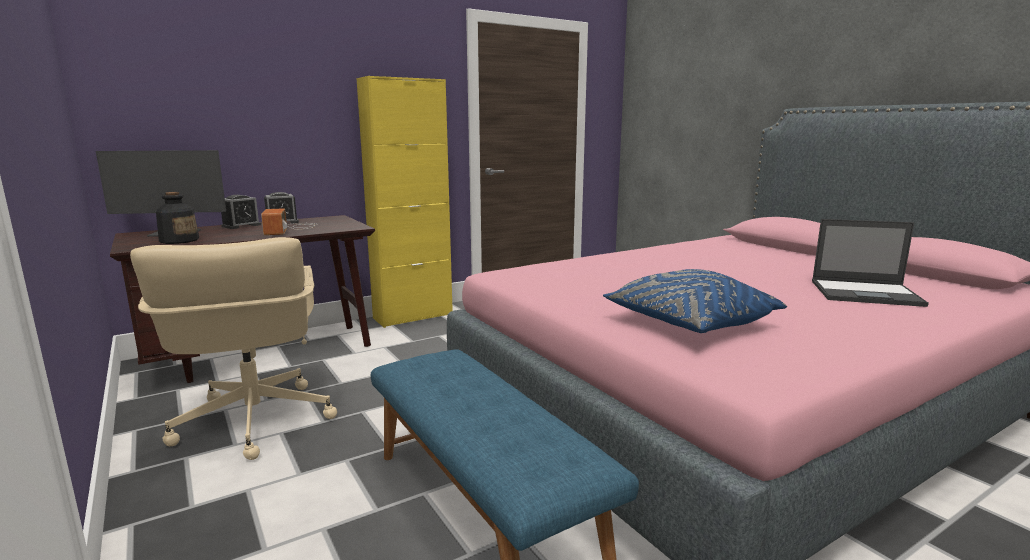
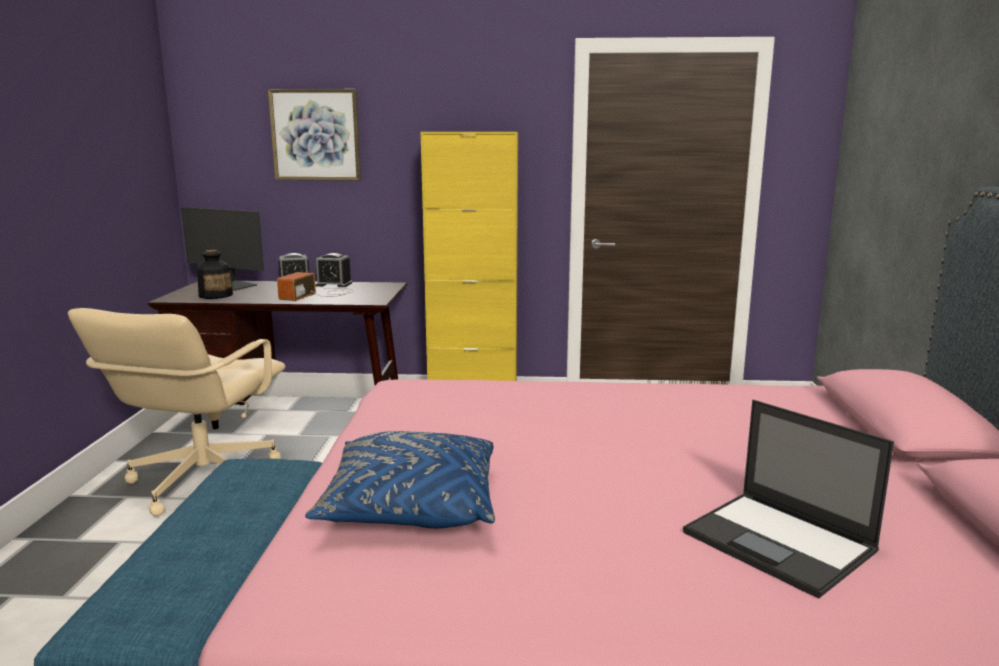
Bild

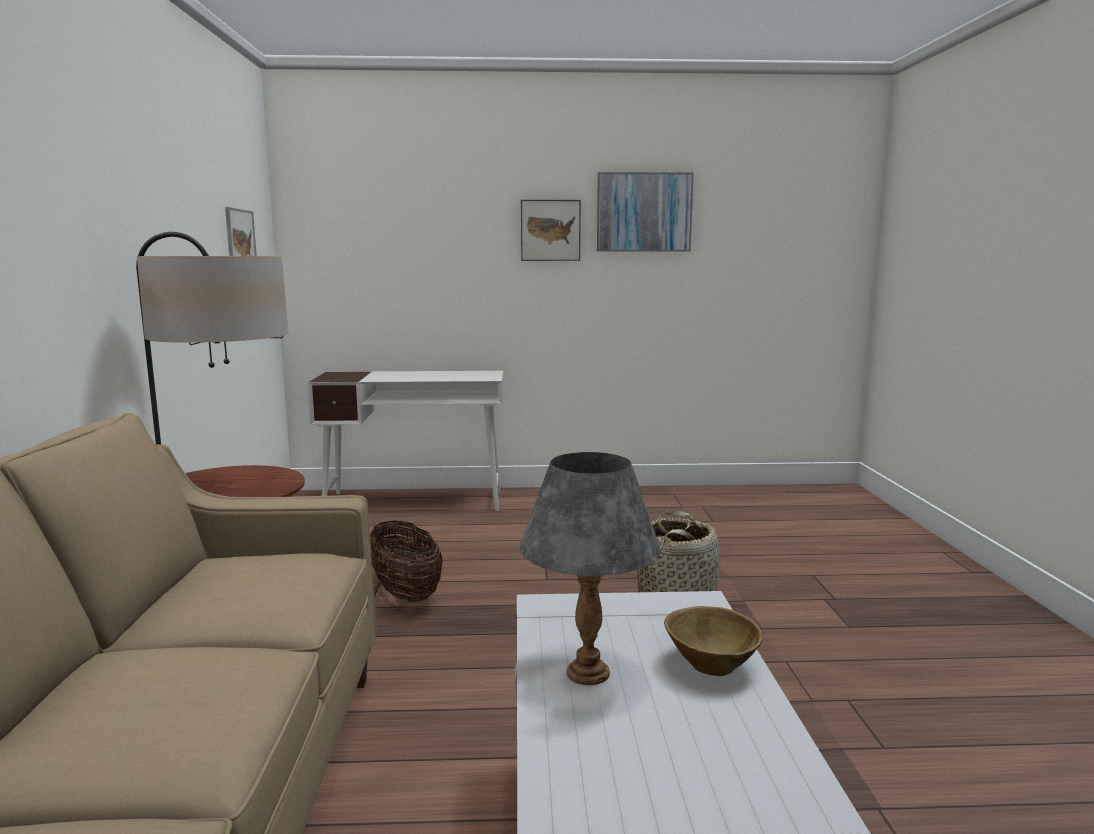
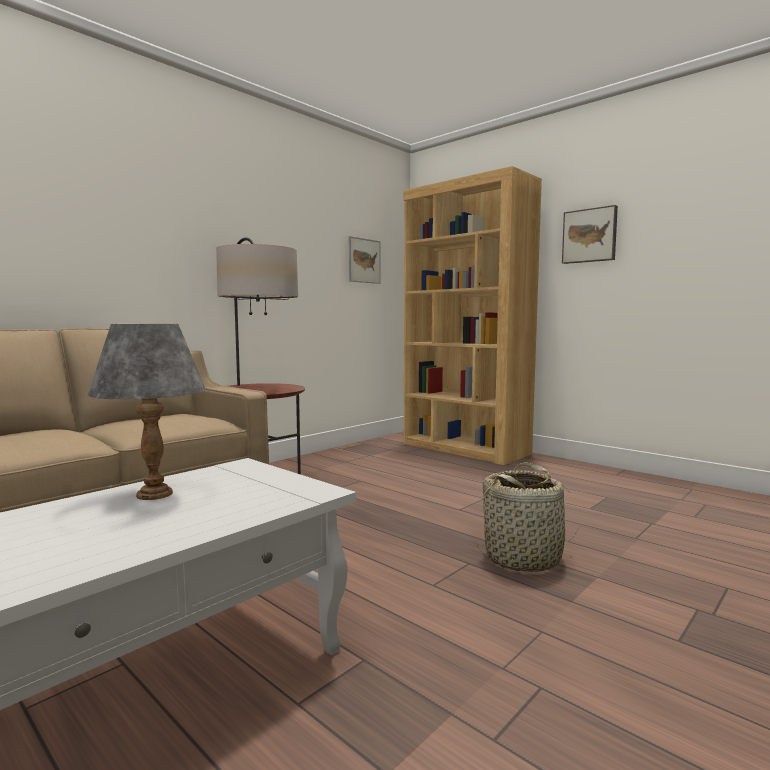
Korb (no. 1 from left in the first image); Bild (no. 3 from left in the first image); Schüssel/braun; Bücherregal/braun

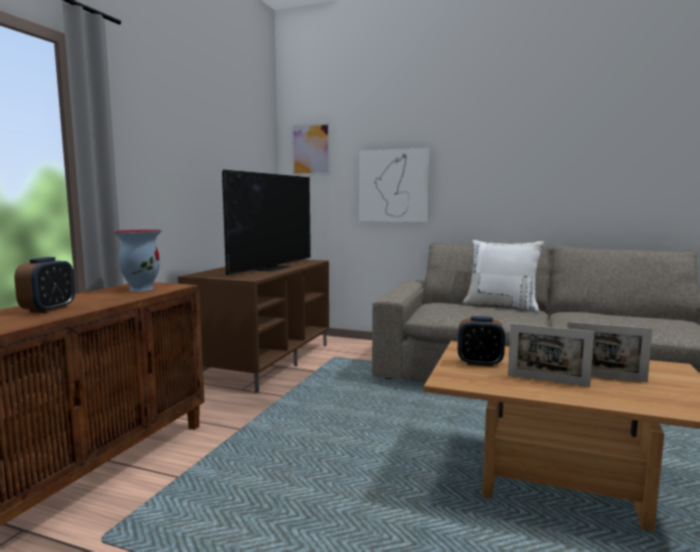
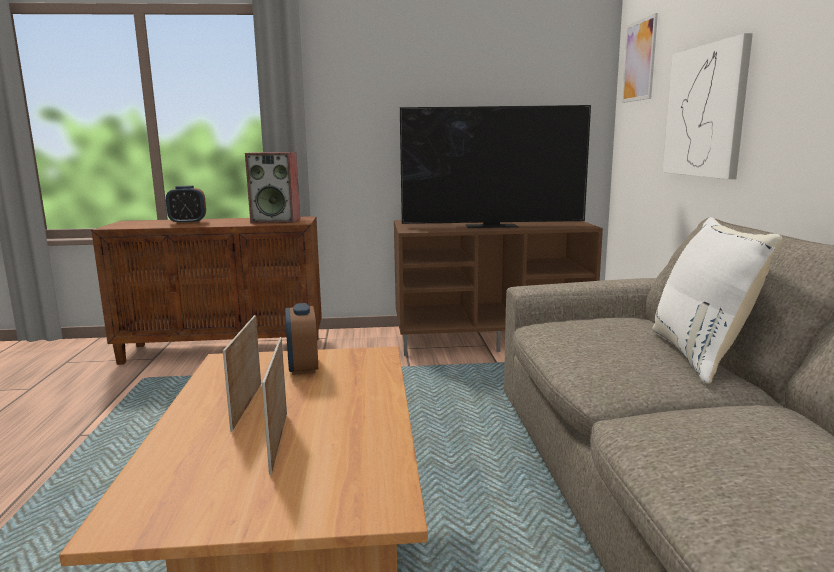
Lautsprecher

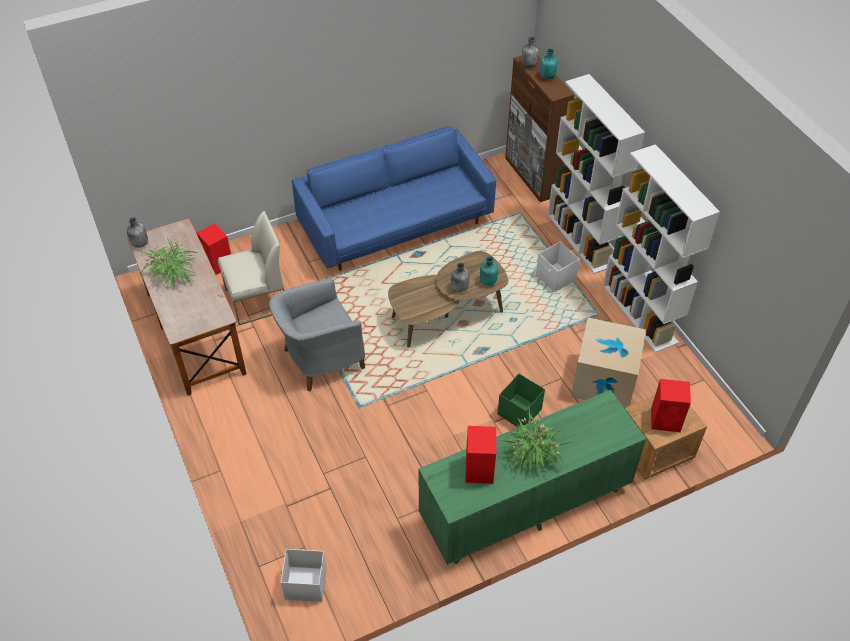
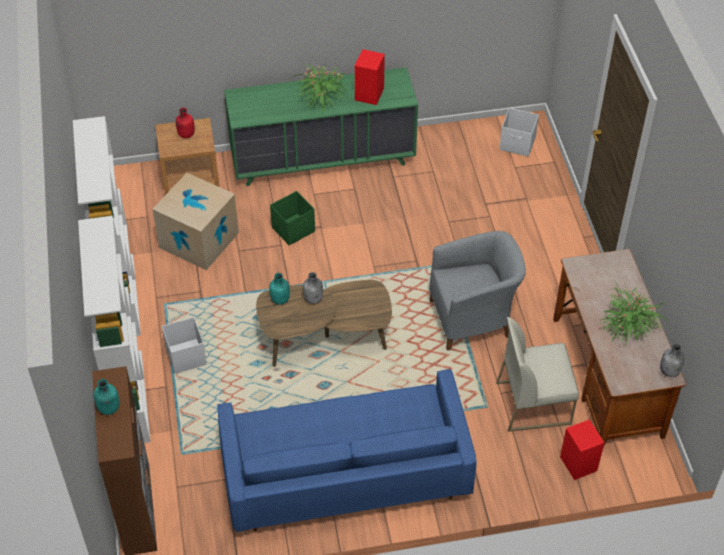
Flasche/grau (no. 3 from left in the first image); Flasche/rot

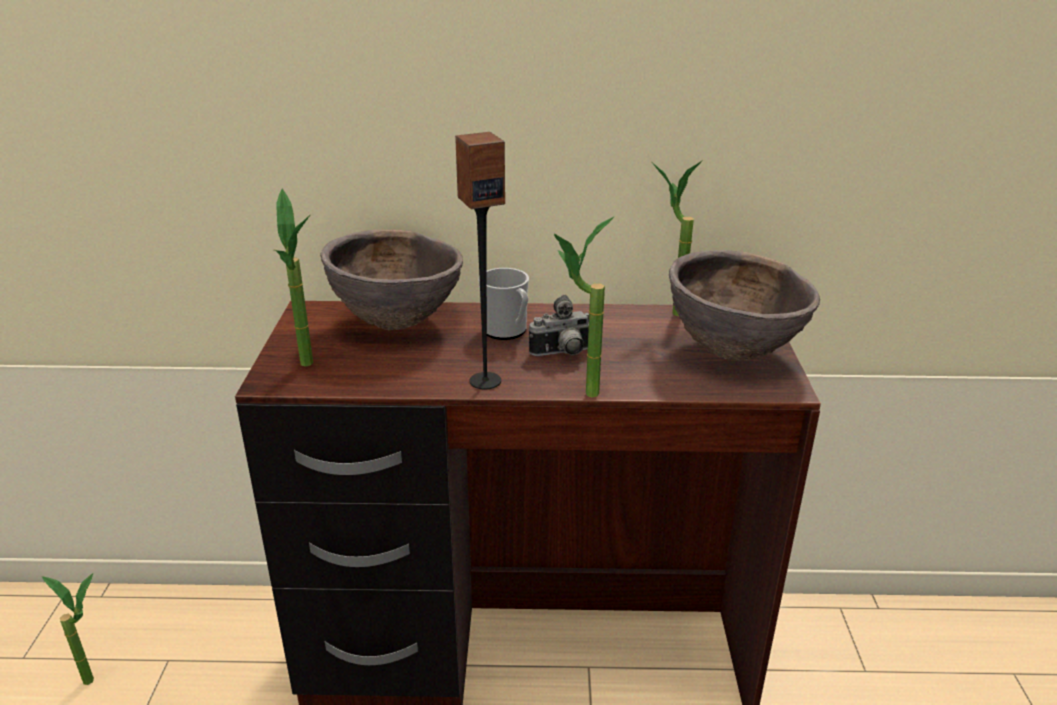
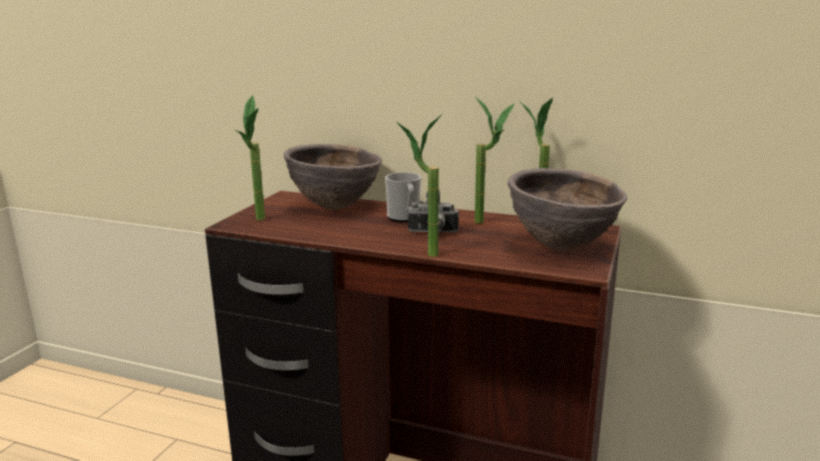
Lautsprecher; Topfpflanze (no. 3 from left)

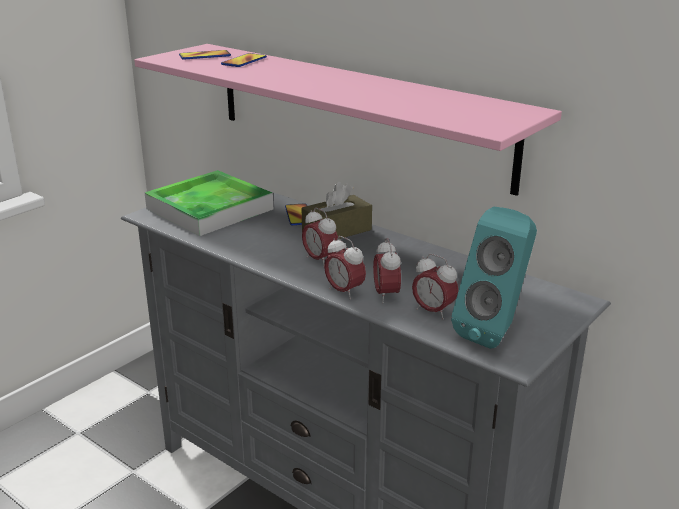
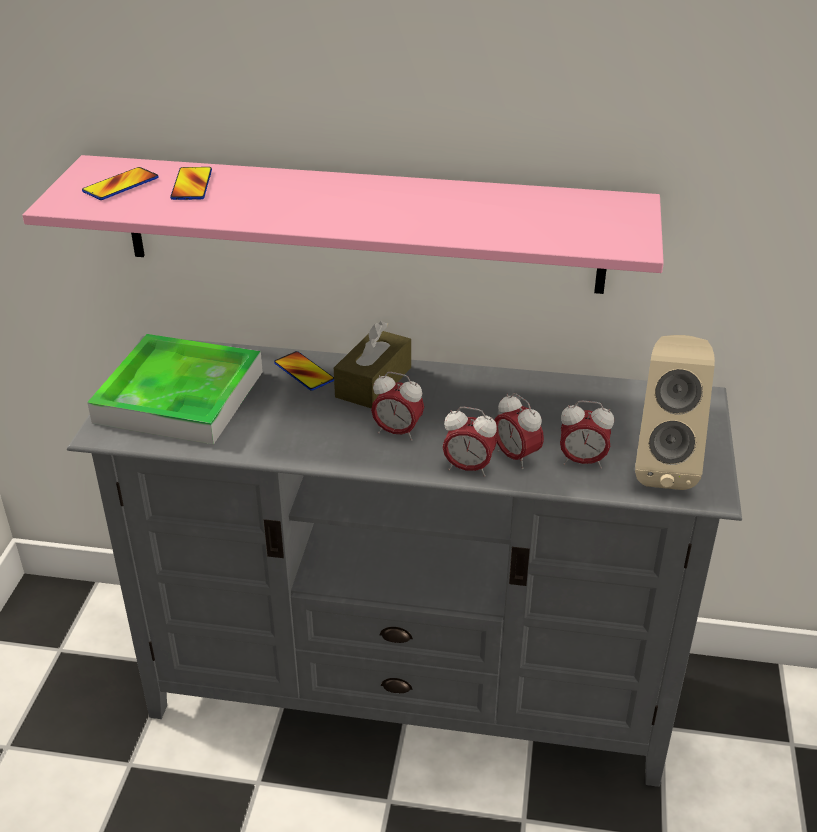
Lautsprecher/beige

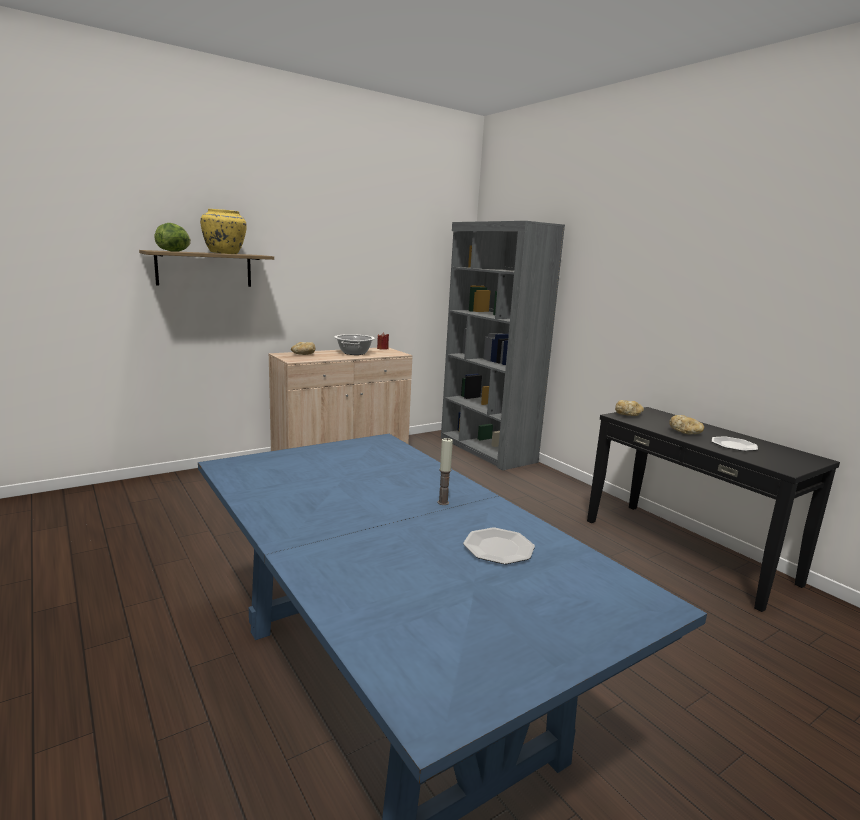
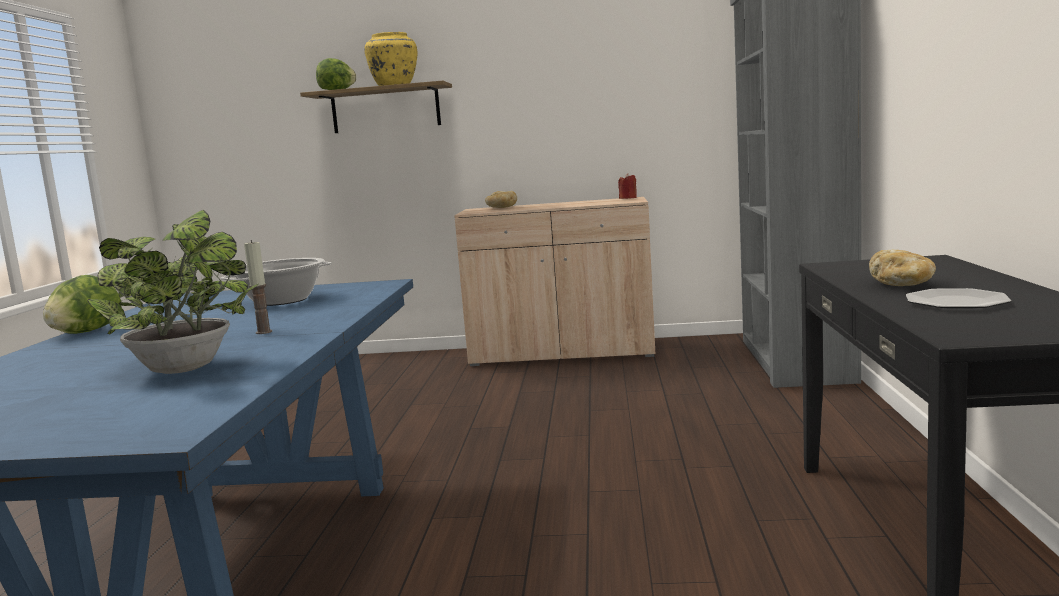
Brot (no. 2 from left in the first image); Salatkopf (no. 1 from left); Kochtopf; Topfpflanze

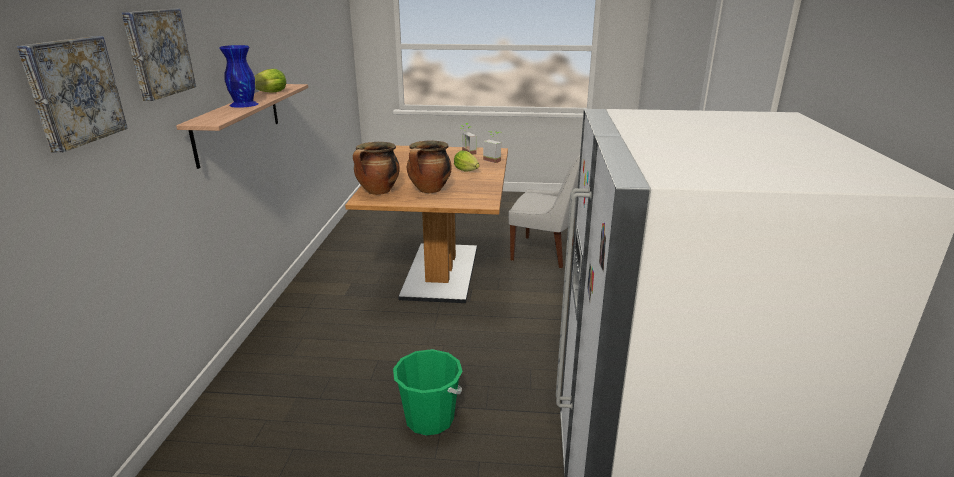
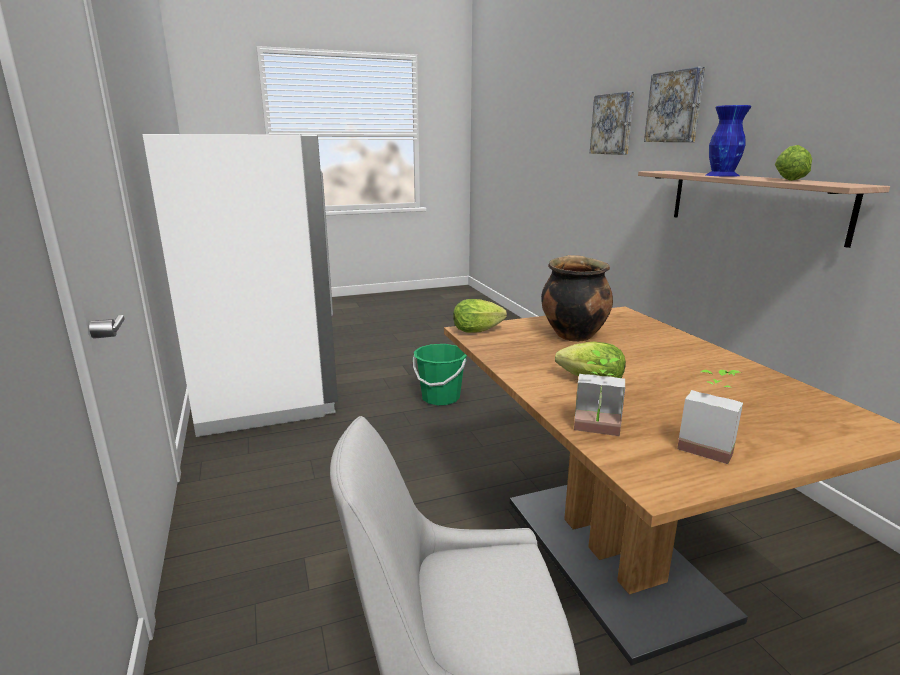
Kochtopf (no. 1 from left in the first image); Salatkopf (no. 1 from left)

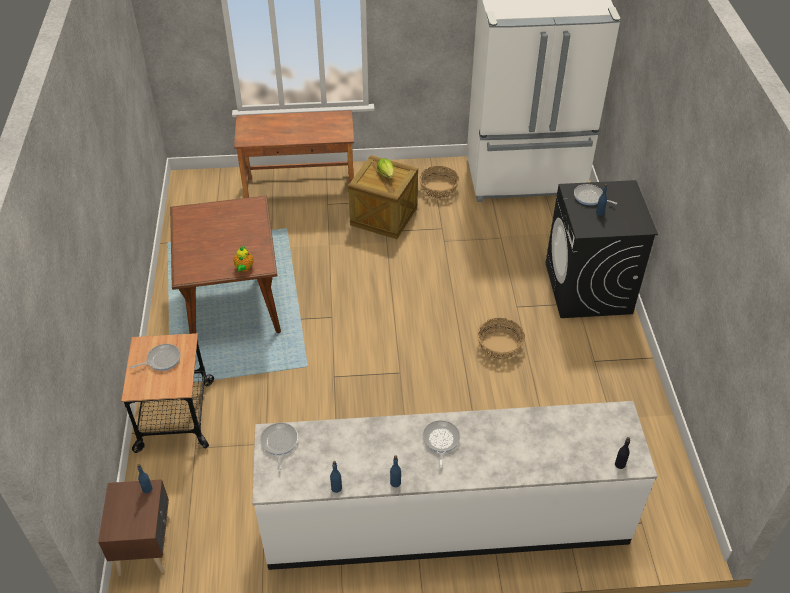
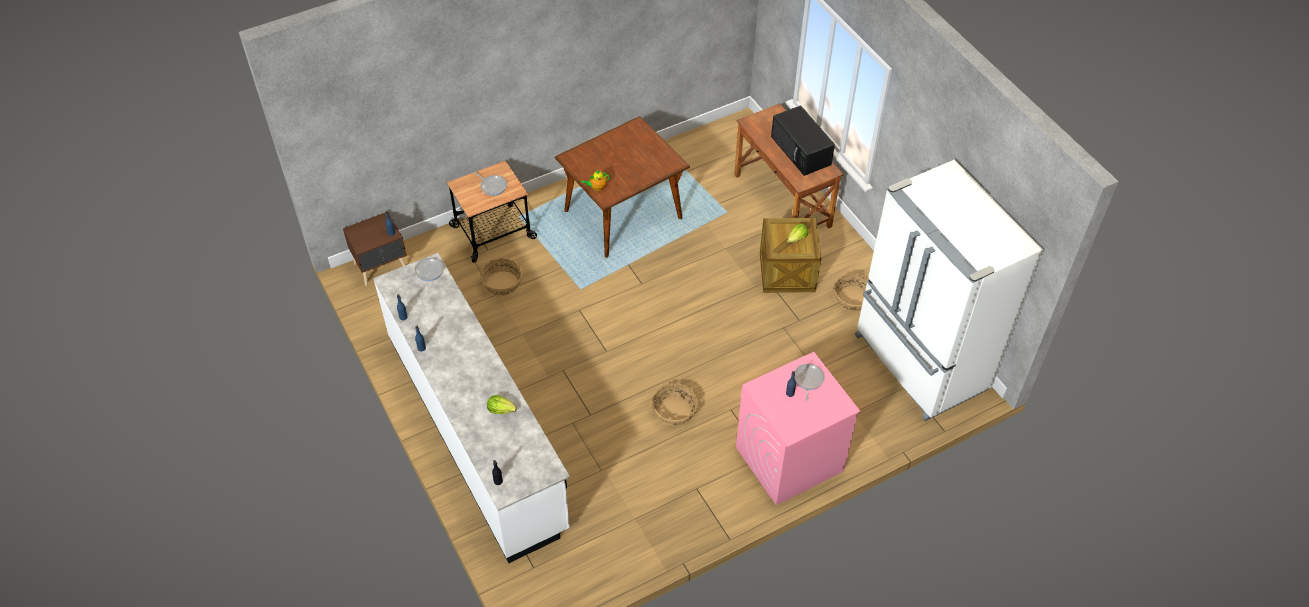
Pfanne (no. 3 from left in the first image); Korb (no. 1 from left); Salatkopf (no. 1 from left); Mikrowelle/schwarz; Waschmaschine/rosa

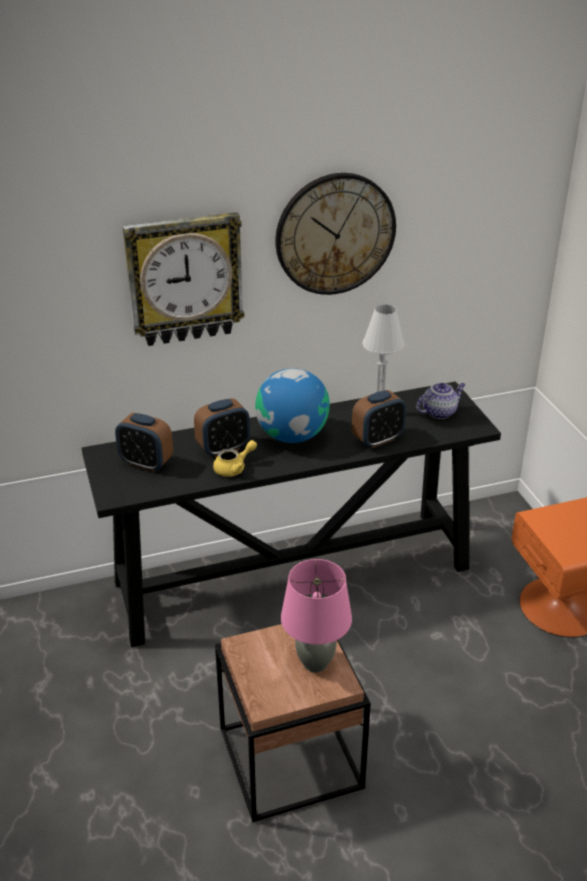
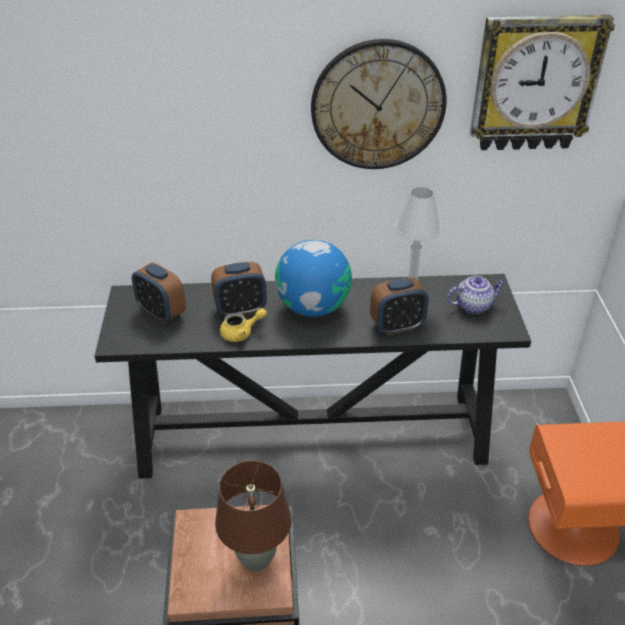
Wanduhr (no. 2 from left); Tischlampe/braun

